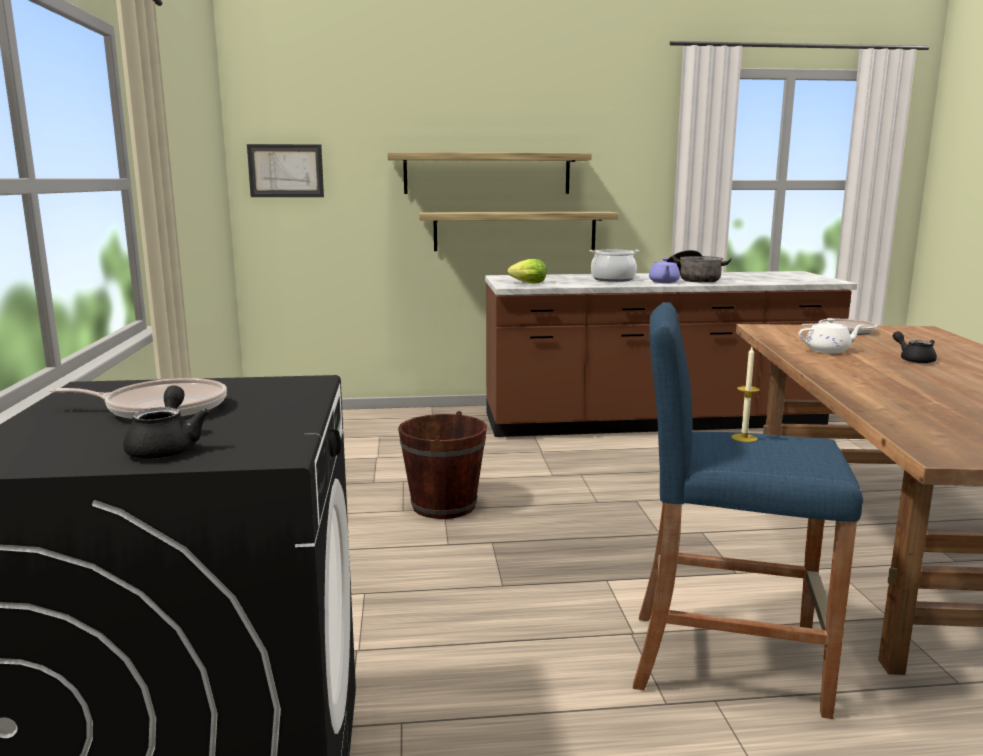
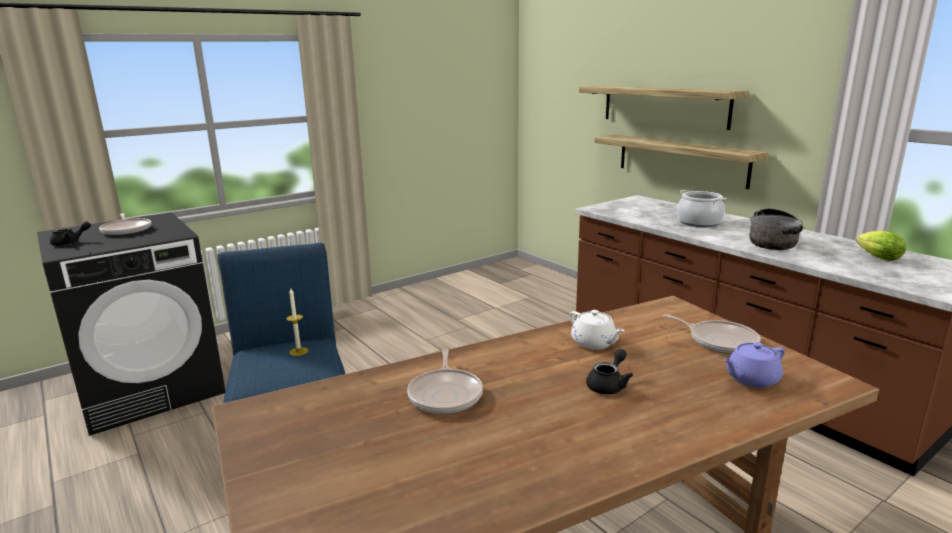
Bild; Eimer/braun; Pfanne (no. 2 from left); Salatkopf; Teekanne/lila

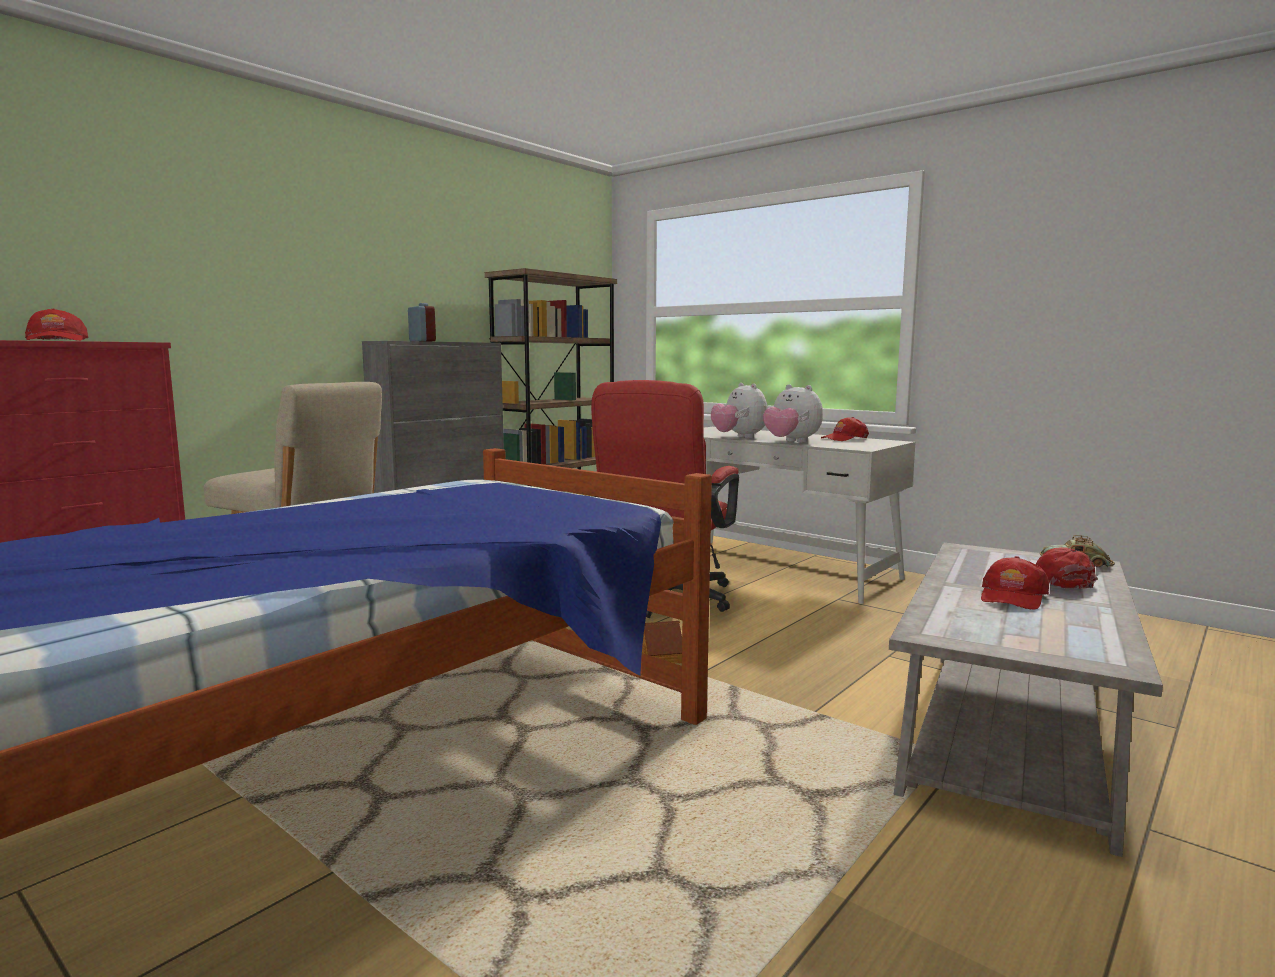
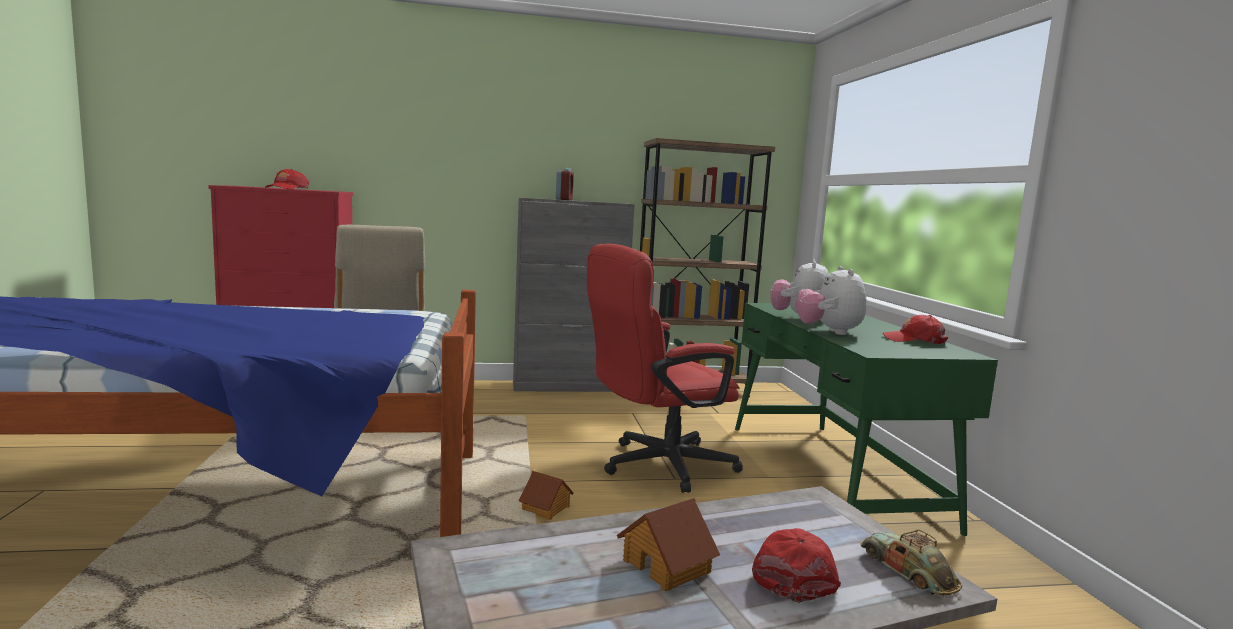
Spielzeughaus (no. 2 from left); Schreibtisch/grün

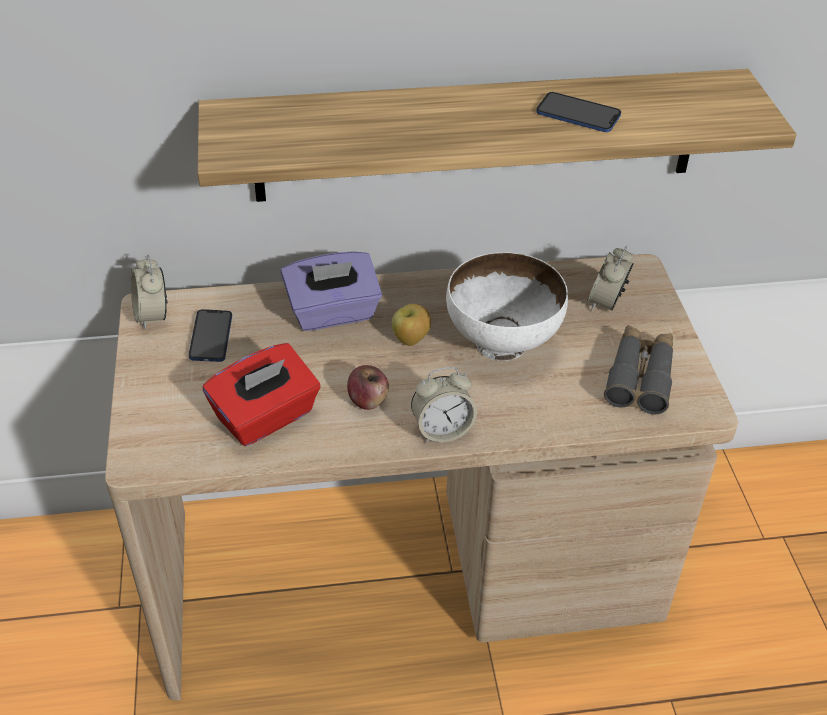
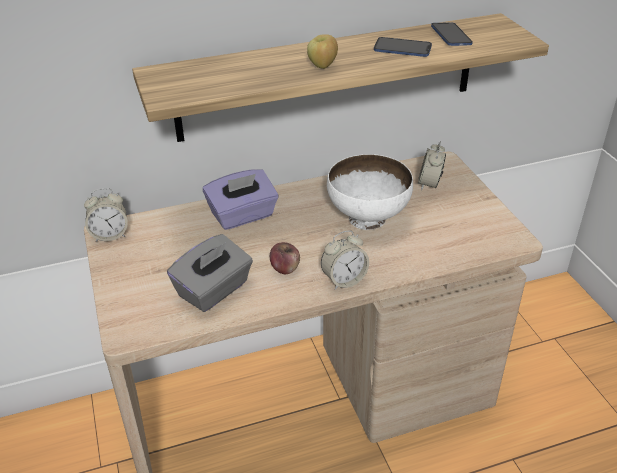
Fernglas/grau; Handy (no. 2 from left); Apfel (no. 2 from left); Taschentuchbox/grau; Wecker (no. 1 from left)

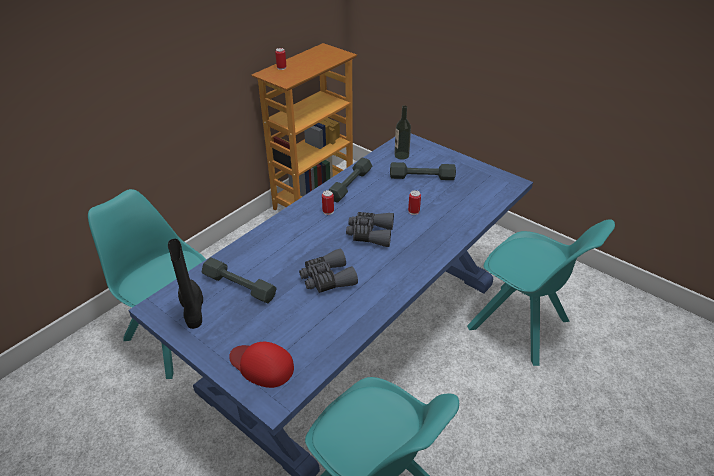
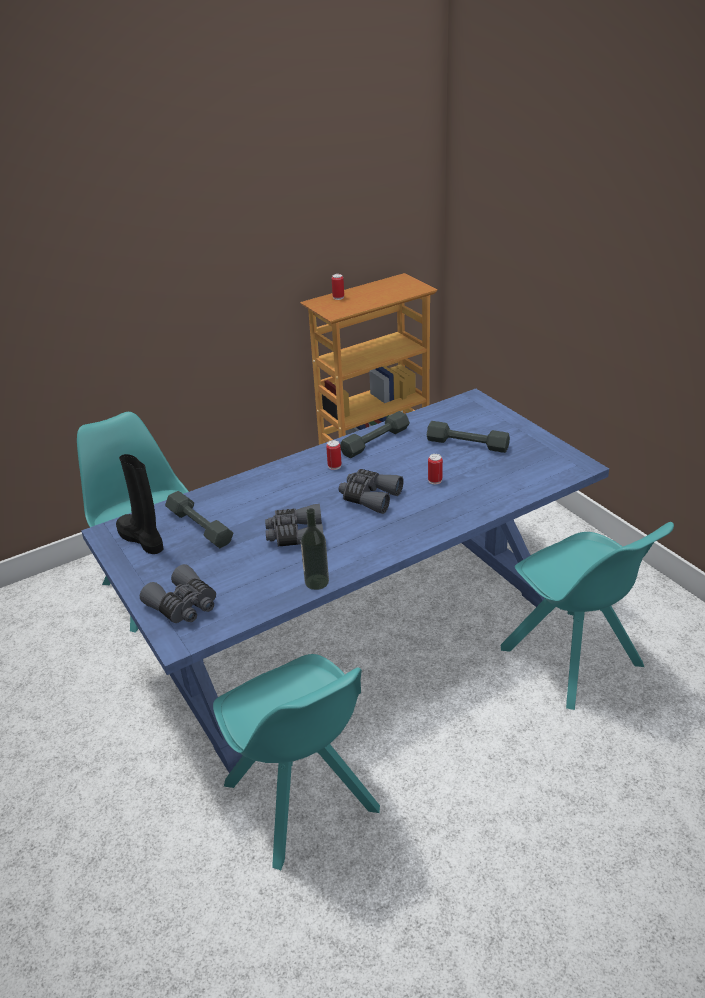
Flasche; Fernglas/grau (no. 1 from left); Stiefel/schwarz

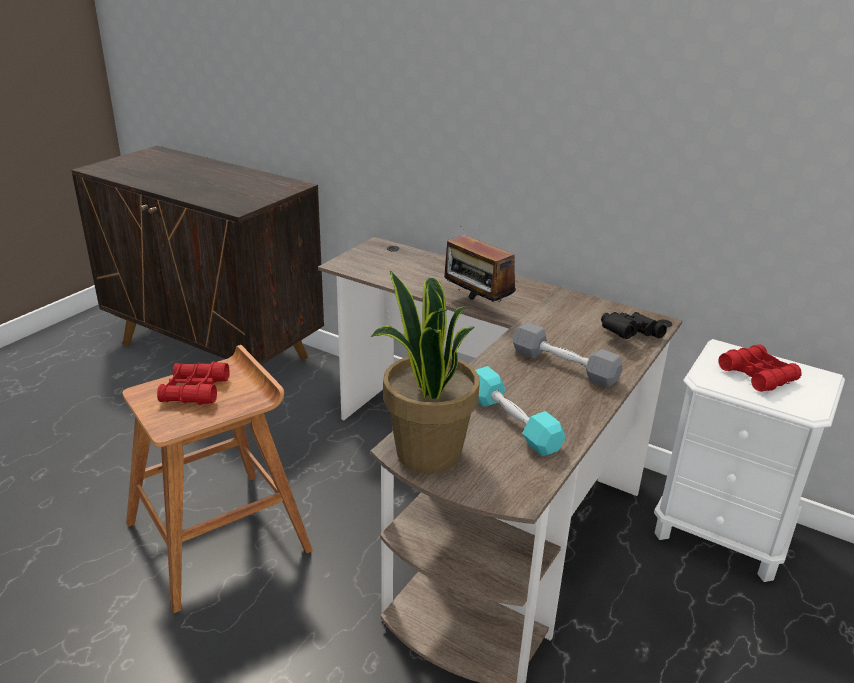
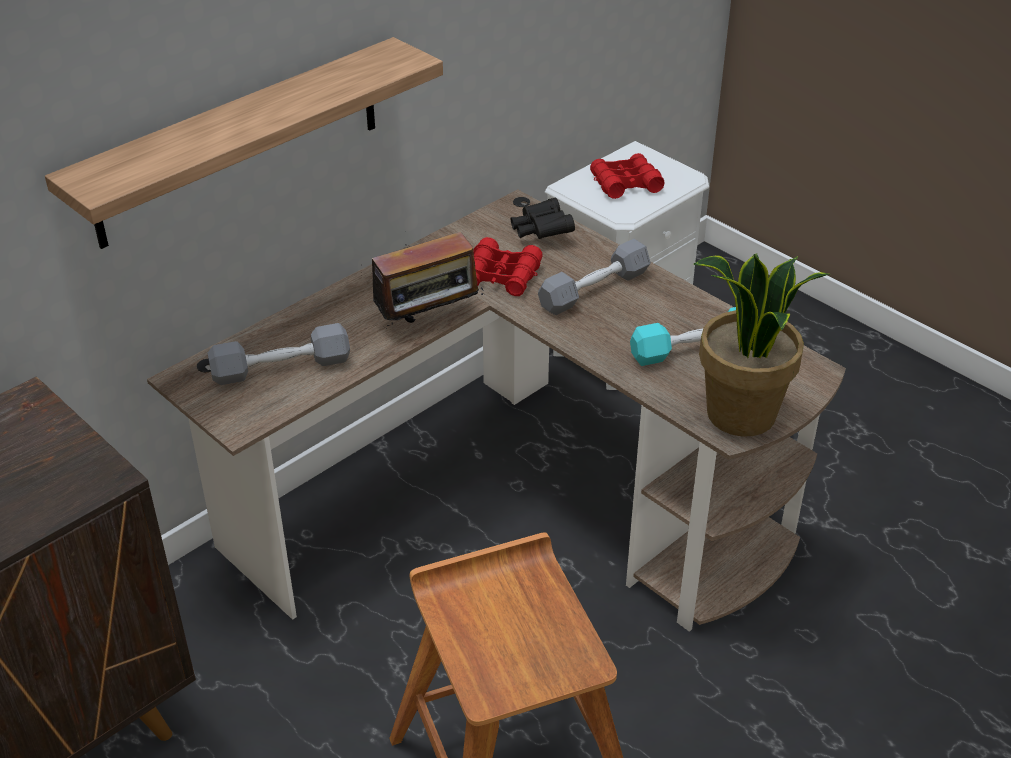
Wandregal; Hantel/grau (no. 1 from left); Fernglas/rot (no. 1 from left)

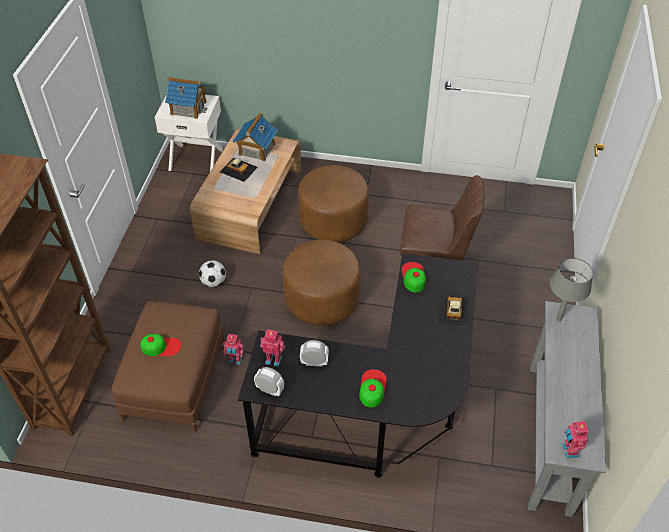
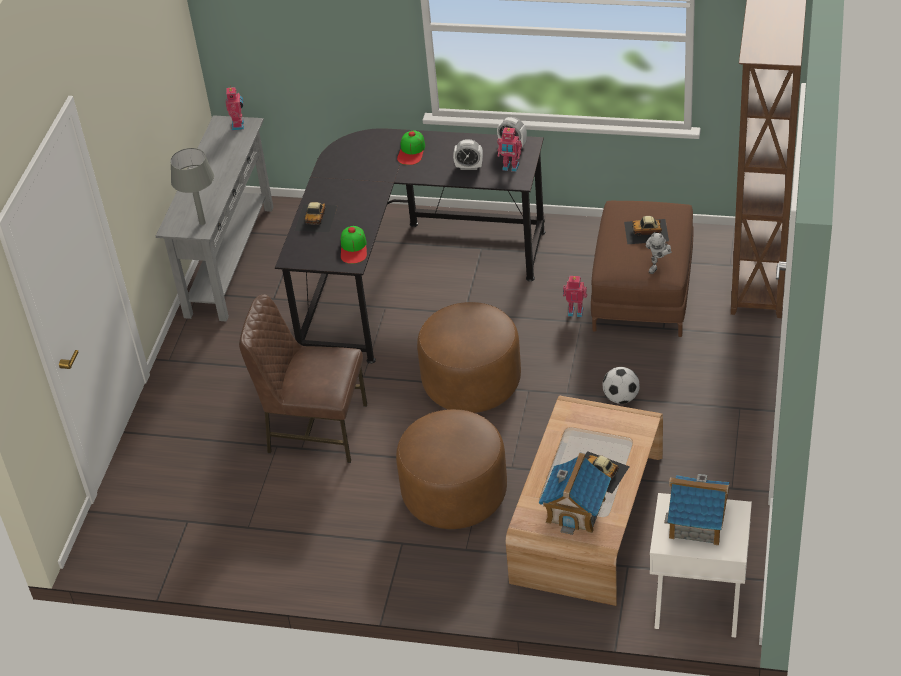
Spielzeugroboter (no. 4 from left); Spielzeugauto (no. 3 from left)

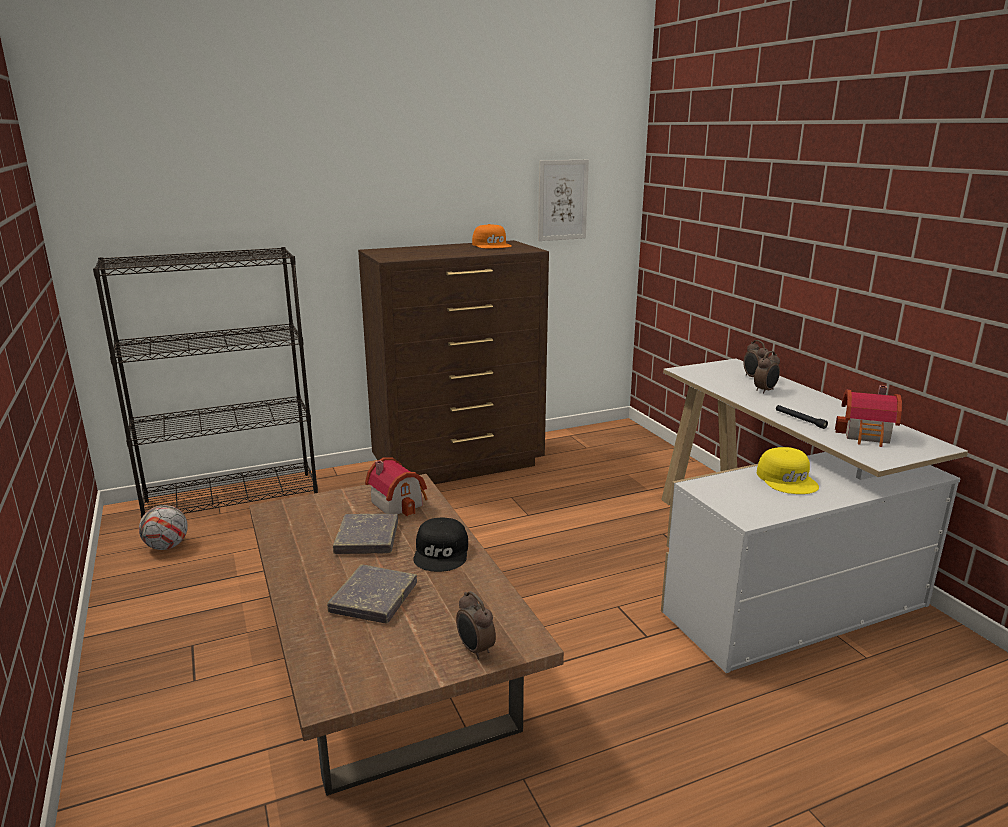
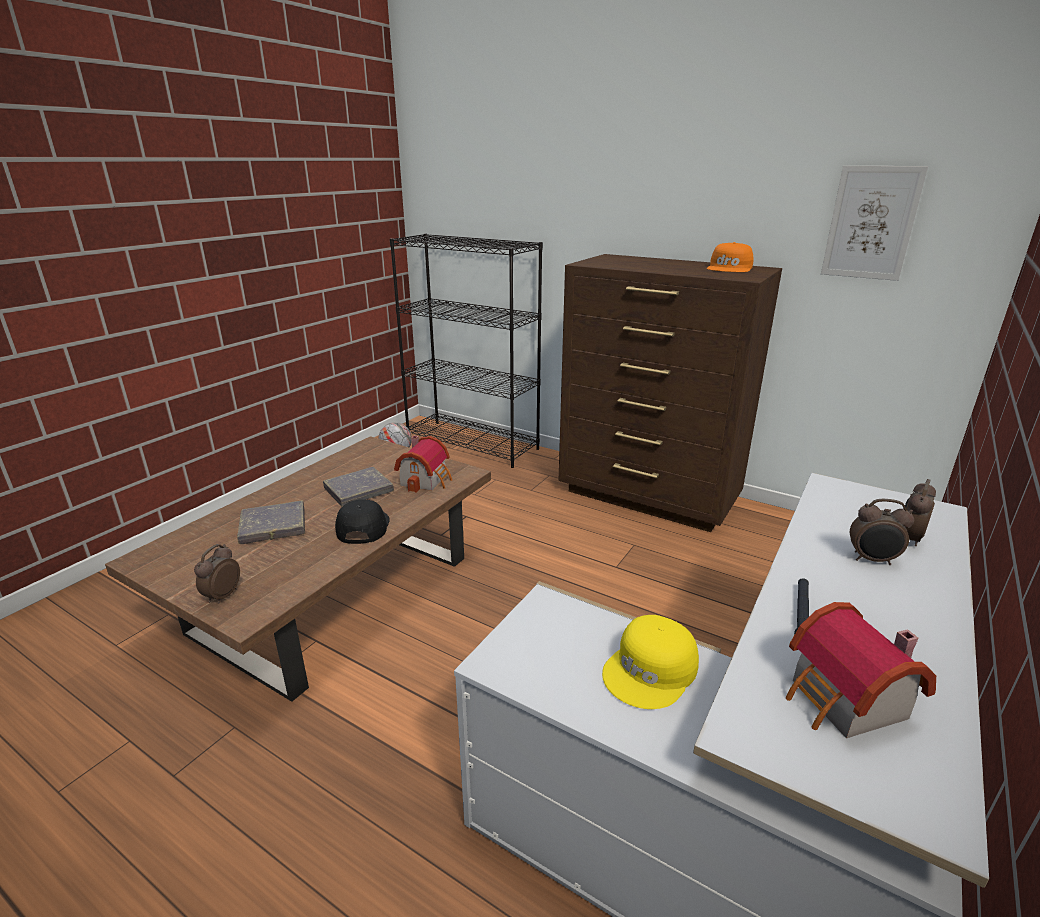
Kappe/schwarz

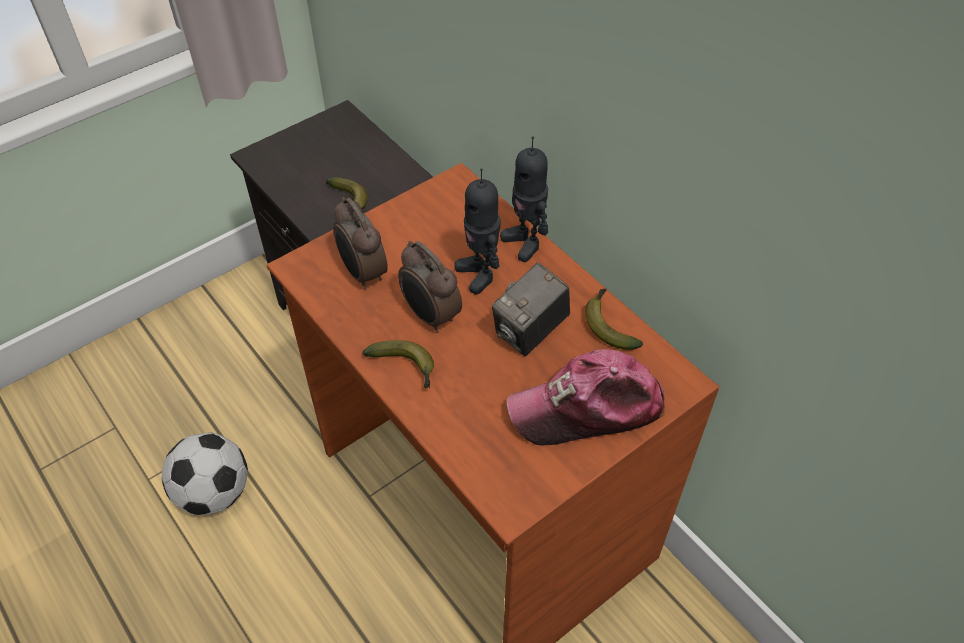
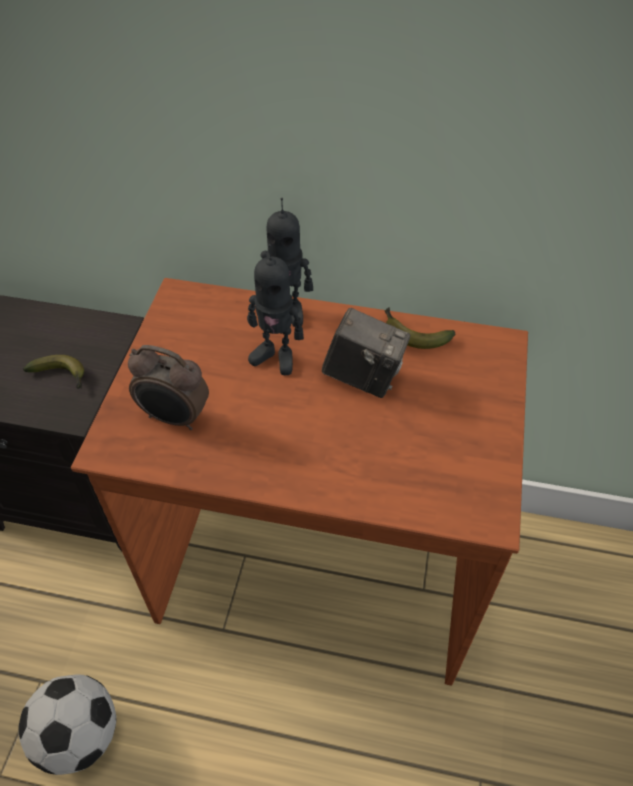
Banane (no. 2 from left in the first image); Wecker (no. 2 from left in the first image); Kappe; Kamera

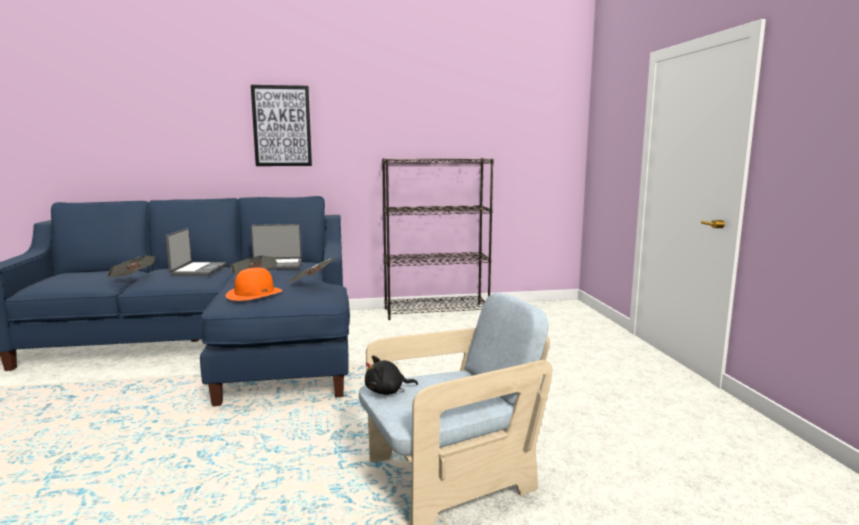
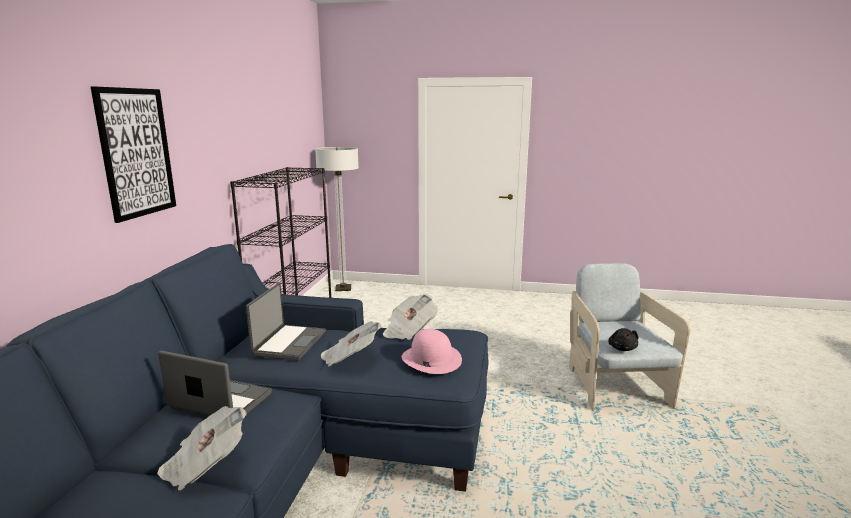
Stehlampe; Hut/rosa

